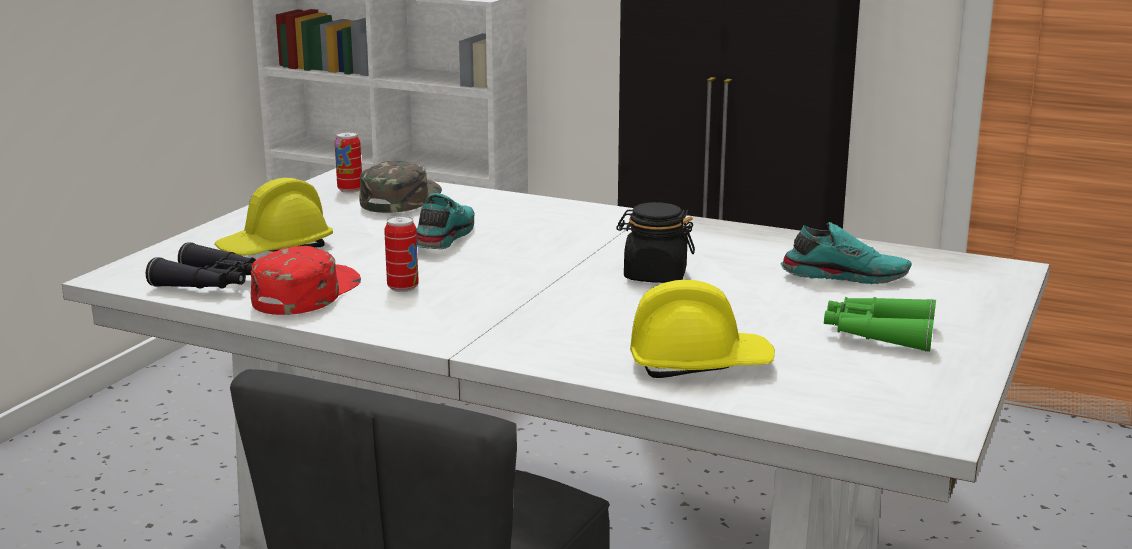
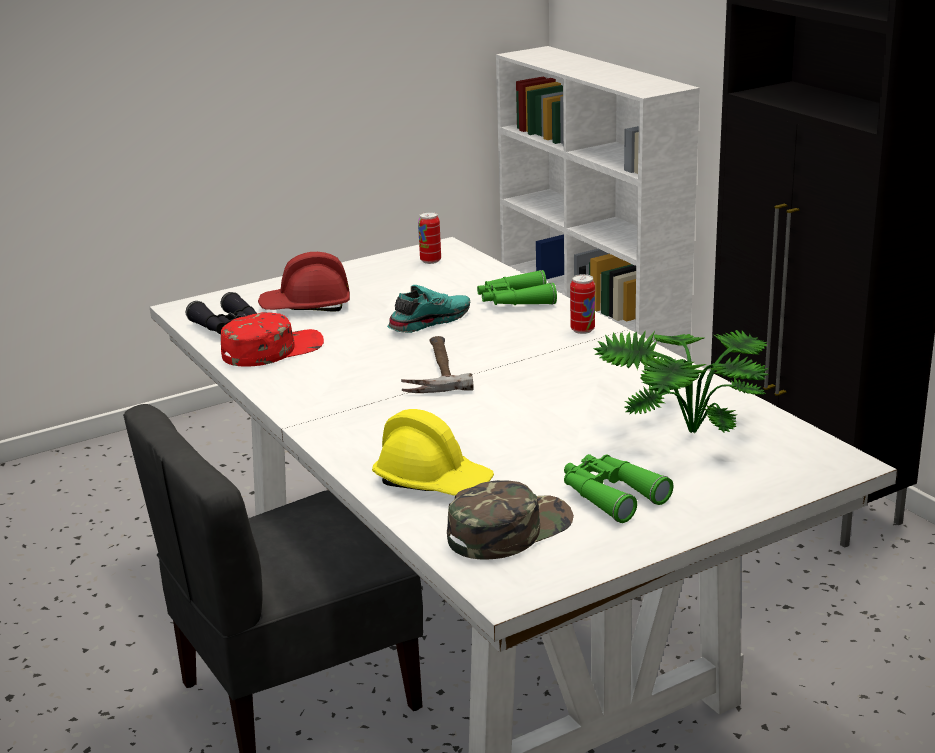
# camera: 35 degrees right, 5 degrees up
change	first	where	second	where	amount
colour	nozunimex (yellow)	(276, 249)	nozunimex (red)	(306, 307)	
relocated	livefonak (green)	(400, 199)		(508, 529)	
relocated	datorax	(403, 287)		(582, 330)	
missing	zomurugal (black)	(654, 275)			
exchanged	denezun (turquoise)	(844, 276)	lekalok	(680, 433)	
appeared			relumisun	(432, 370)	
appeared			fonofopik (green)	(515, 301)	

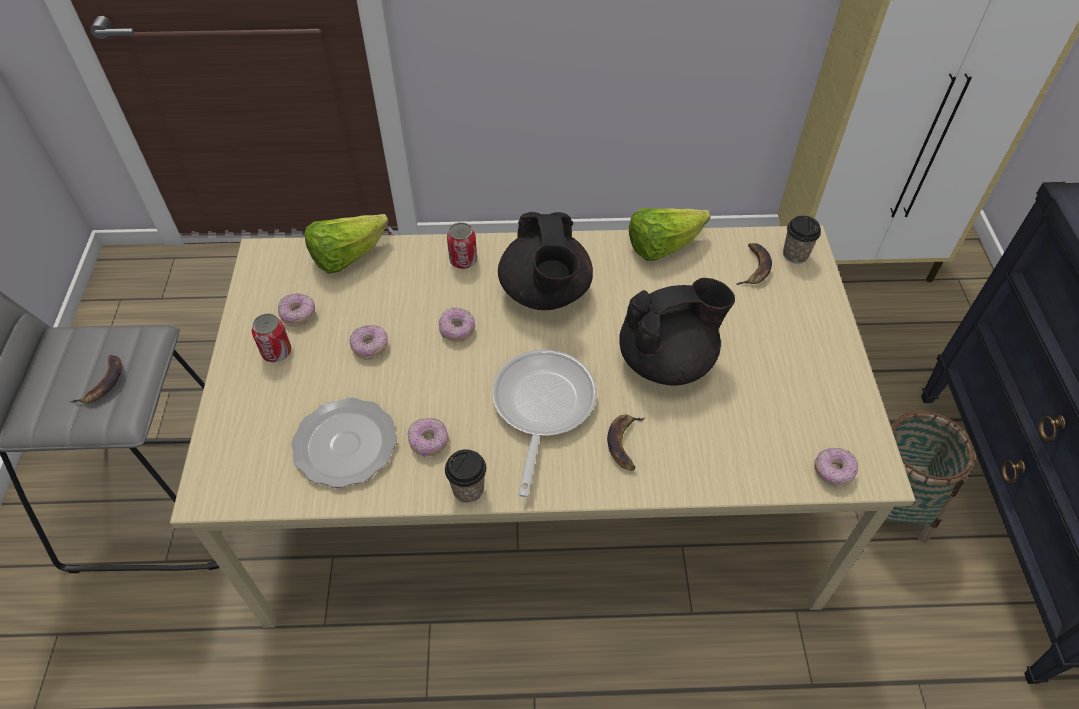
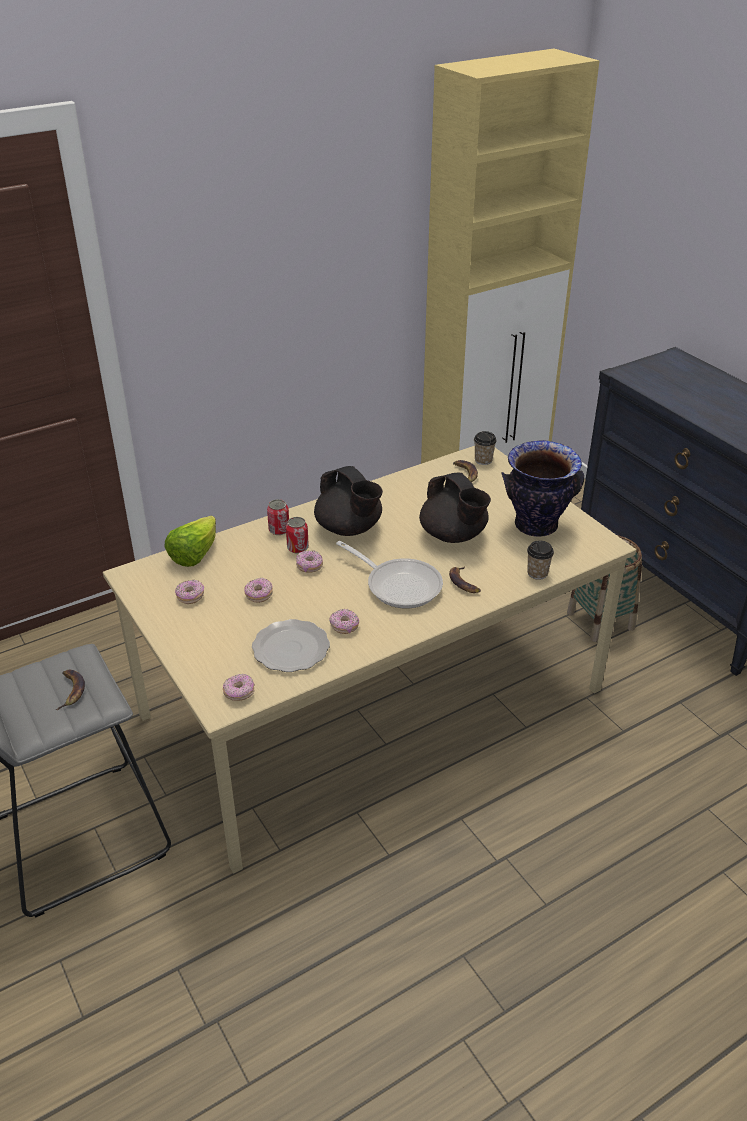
# camera: 30 degrees left, 15 degrees down
change	first	where	second	where	amount
relocated	datorax	(276, 352)		(297, 548)	
relocated	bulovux	(468, 489)		(537, 573)	
spun	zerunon	(541, 408)		(399, 584)	150 degrees clockwise
spun	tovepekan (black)	(667, 360)		(453, 535)	105 degrees clockwise
missing	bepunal	(662, 246)			
relocated	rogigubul	(833, 471)		(239, 693)	
appeared			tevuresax	(536, 526)	

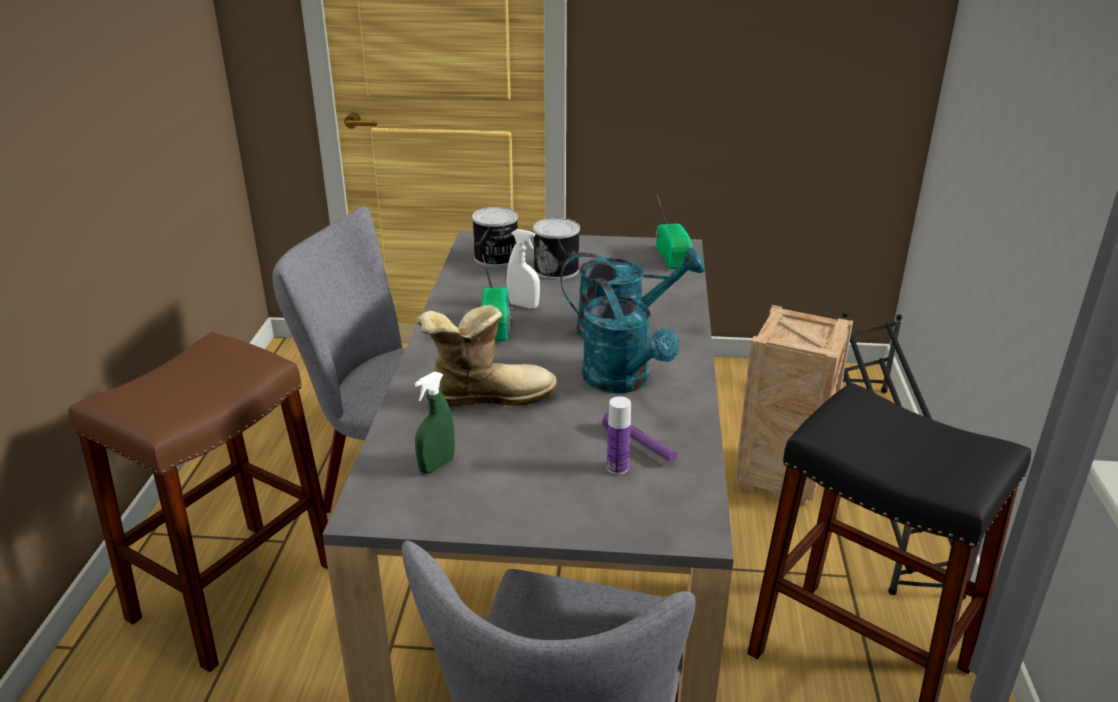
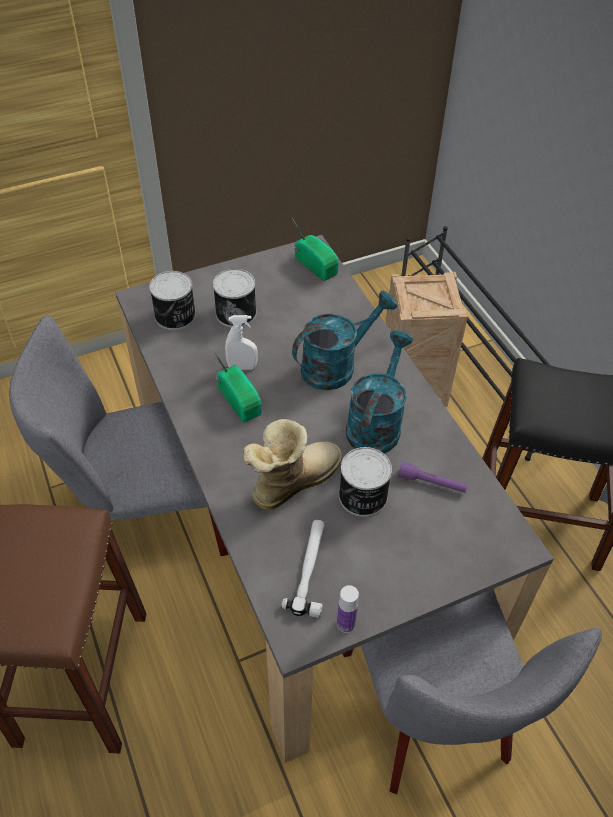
# camera: 30 degrees left, 20 degrees up
change	first	where	second	where	amount
exchanged	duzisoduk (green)	(437, 465)	relumisun	(310, 569)	
spun	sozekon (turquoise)	(623, 381)		(376, 423)	105 degrees counterclockwise
relocated	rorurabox	(617, 467)		(346, 624)	
appeared			datorax	(362, 497)	

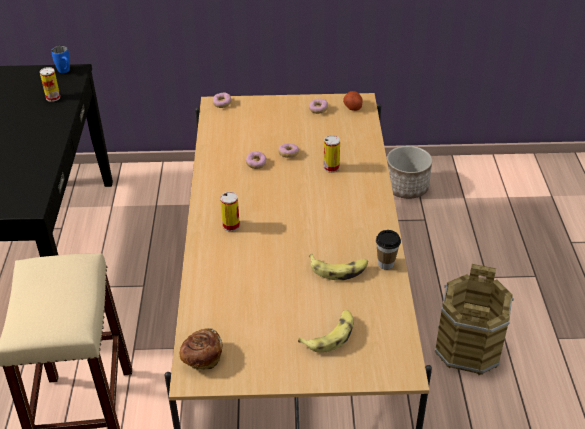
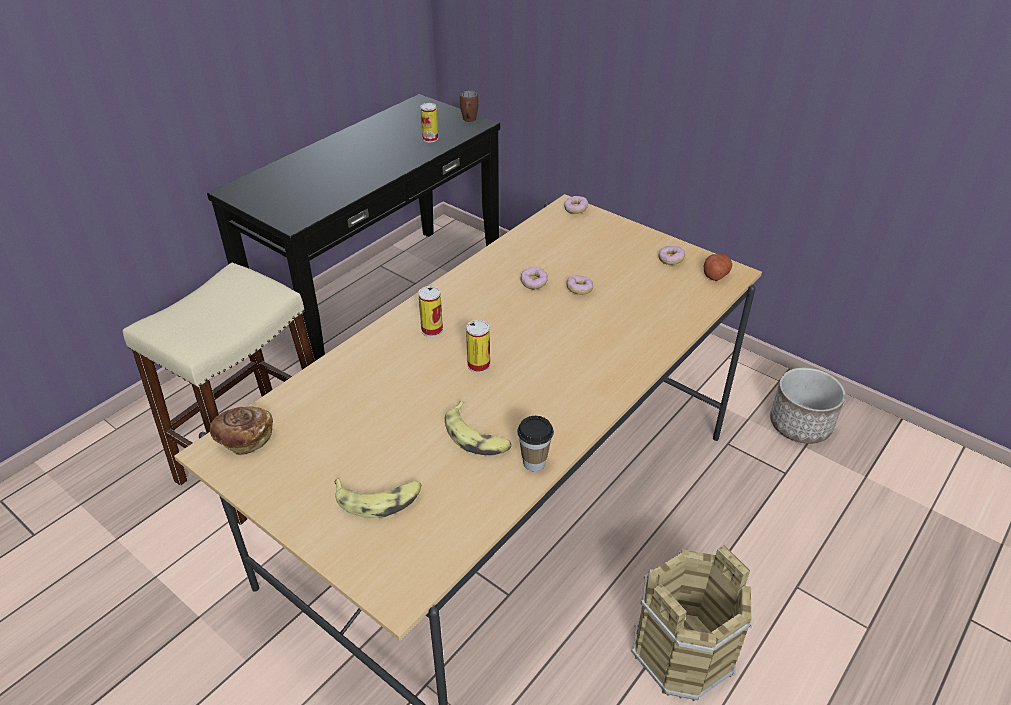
# camera: 40 degrees right, 0 degrees up
change	first	where	second	where	amount
colour	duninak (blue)	(65, 72)	duninak (brown)	(469, 121)	
relocated	datorax	(331, 167)		(478, 365)	

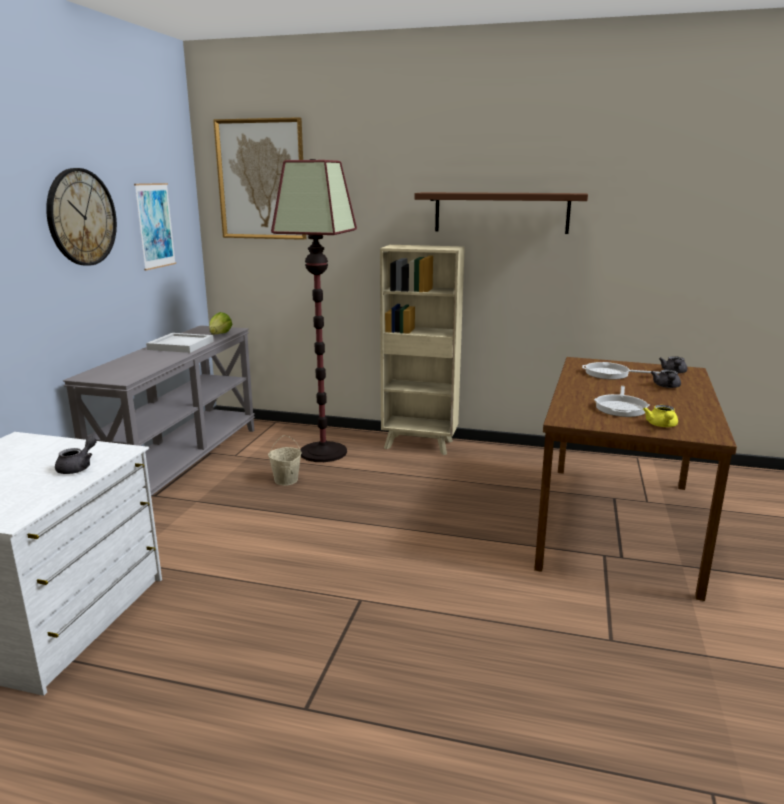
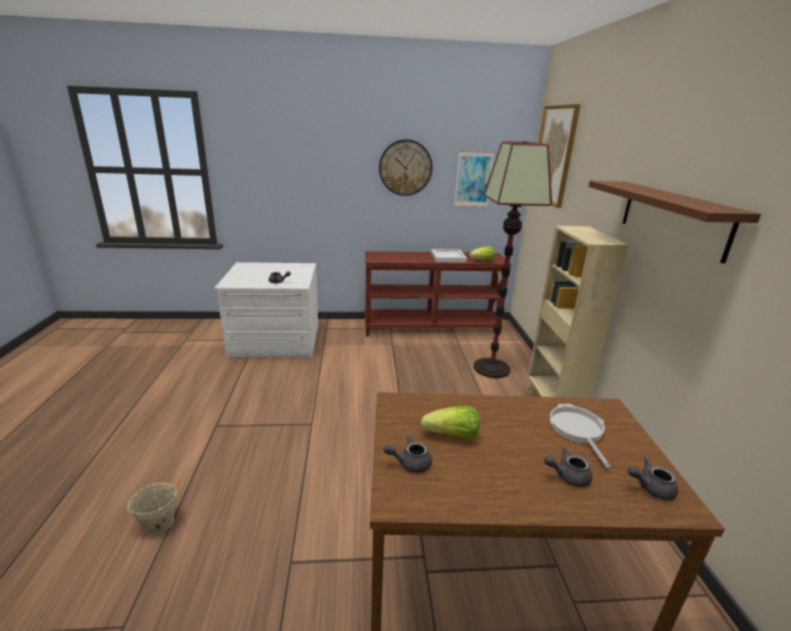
# camera: 70 degrees right, 5 degrees up
change	first	where	second	where	amount
colour	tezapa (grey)	(181, 464)	tezapa (brown)	(431, 327)	
relocated	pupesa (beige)	(286, 480)		(158, 523)	
exchanged	zerunon	(621, 407)	bepunal	(452, 435)	
colour	tovepekan (yellow)	(661, 425)	tovepekan (grey)	(409, 463)	

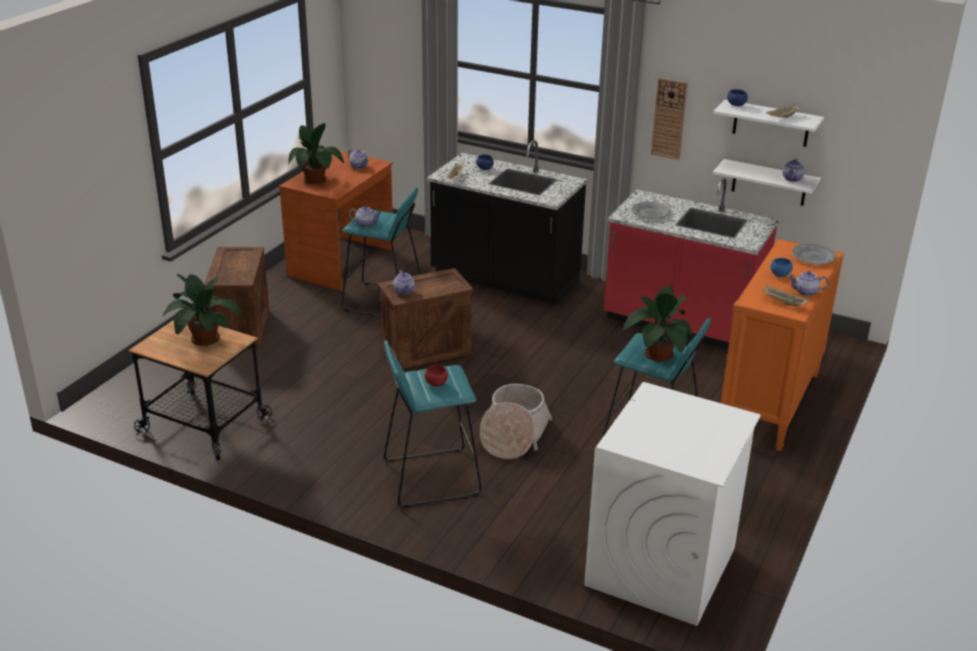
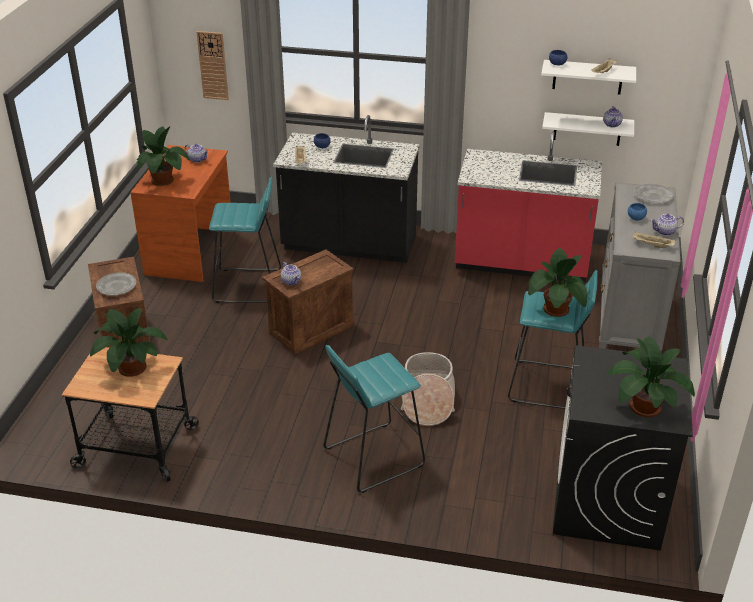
# camera: 15 degrees left, 5 degrees up
change	first	where	second	where	amount
missing	tovepekan	(366, 224)			
missing	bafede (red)	(436, 383)			
colour	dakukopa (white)	(661, 567)	dakukopa (black)	(607, 502)	
relocated	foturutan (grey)	(650, 213)		(116, 286)	
relocated	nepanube	(669, 118)		(213, 65)	
colour	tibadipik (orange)	(770, 404)	tibadipik (grey)	(627, 327)	
appeared			lekalok	(642, 406)	

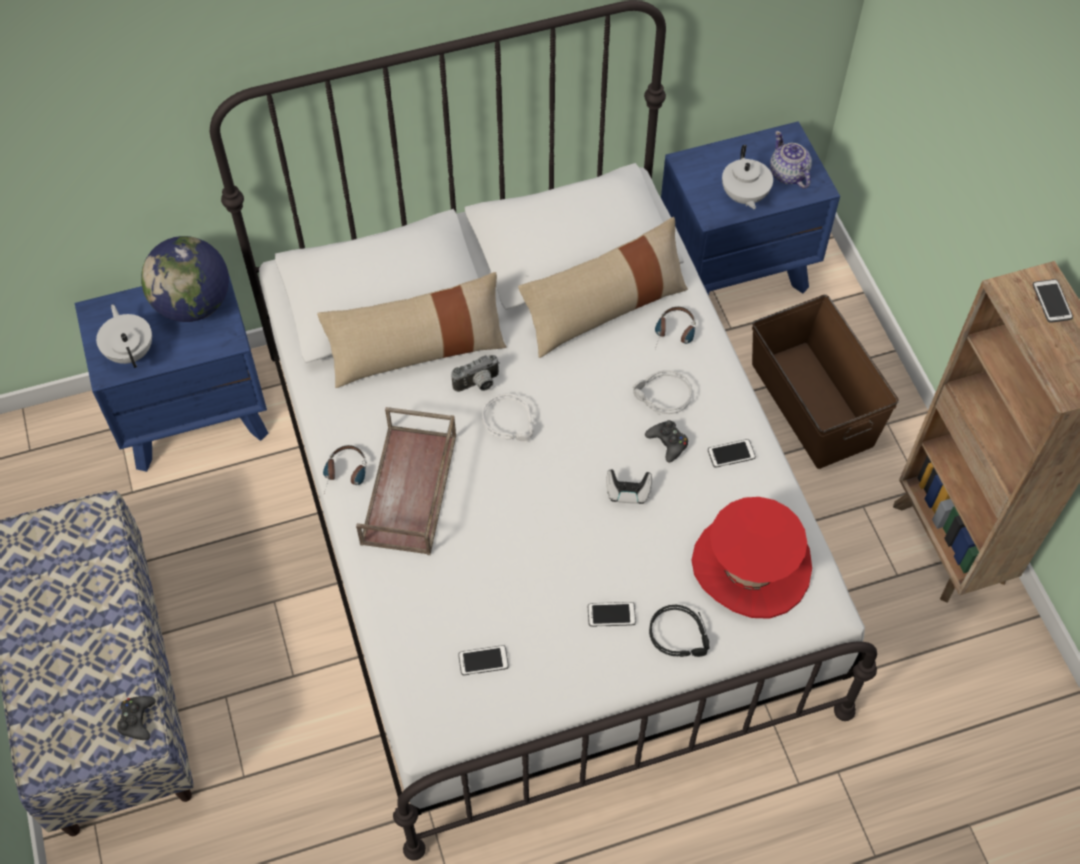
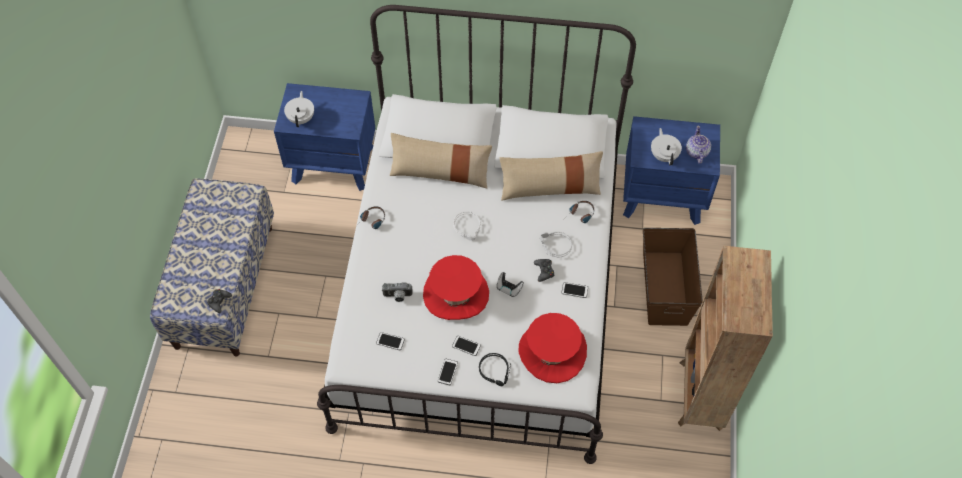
# camera: 25 degrees right, 0 degrees up
change	first	where	second	where	amount
missing	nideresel	(194, 304)			
missing	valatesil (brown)	(410, 490)			
relocated	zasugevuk	(478, 384)		(397, 296)	
spun	tovepekan (white)	(744, 196)		(664, 155)	150 degrees clockwise
relocated	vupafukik	(1052, 301)		(447, 372)	
appeared			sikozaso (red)	(456, 294)	

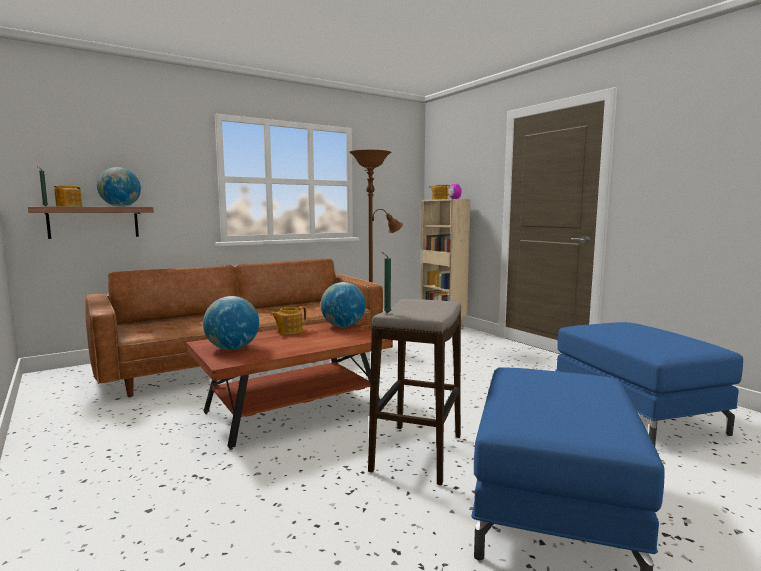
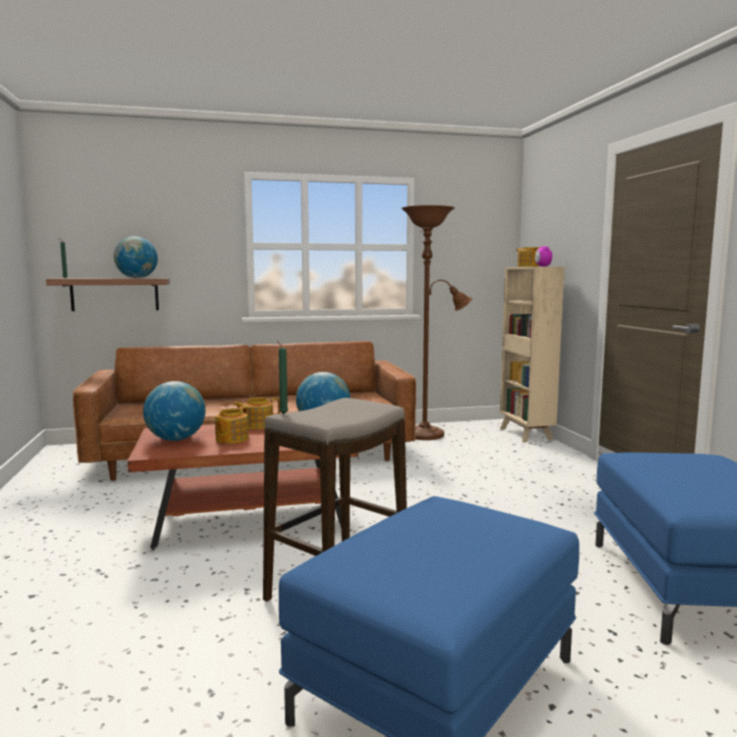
# camera: 20 degrees right, 0 degrees up
change	first	where	second	where	amount
relocated	tovepekan	(68, 206)		(231, 439)	

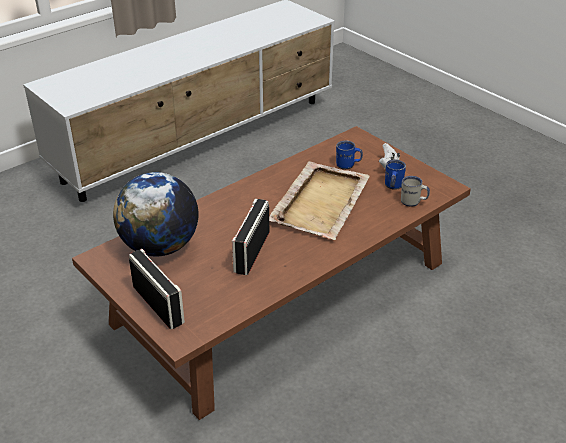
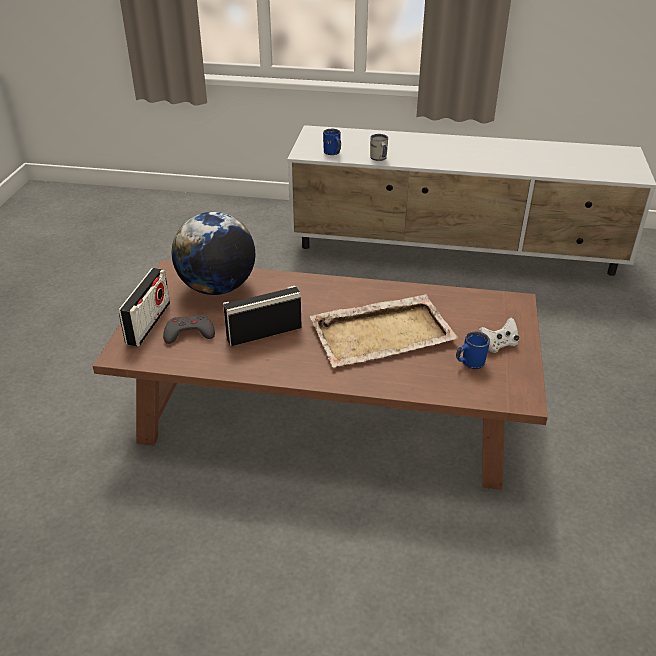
# camera: 50 degrees right, 0 degrees up
change	first	where	second	where	amount
relocated	duninak (blue)	(348, 165)		(333, 153)	
relocated	duninak (white)	(413, 202)		(379, 159)	
appeared			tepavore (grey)	(189, 333)	

